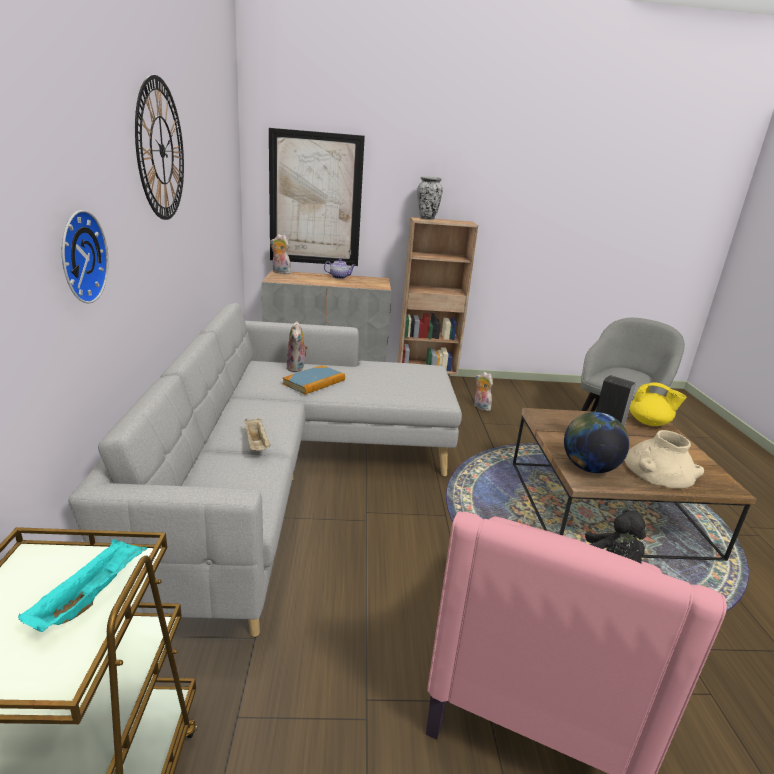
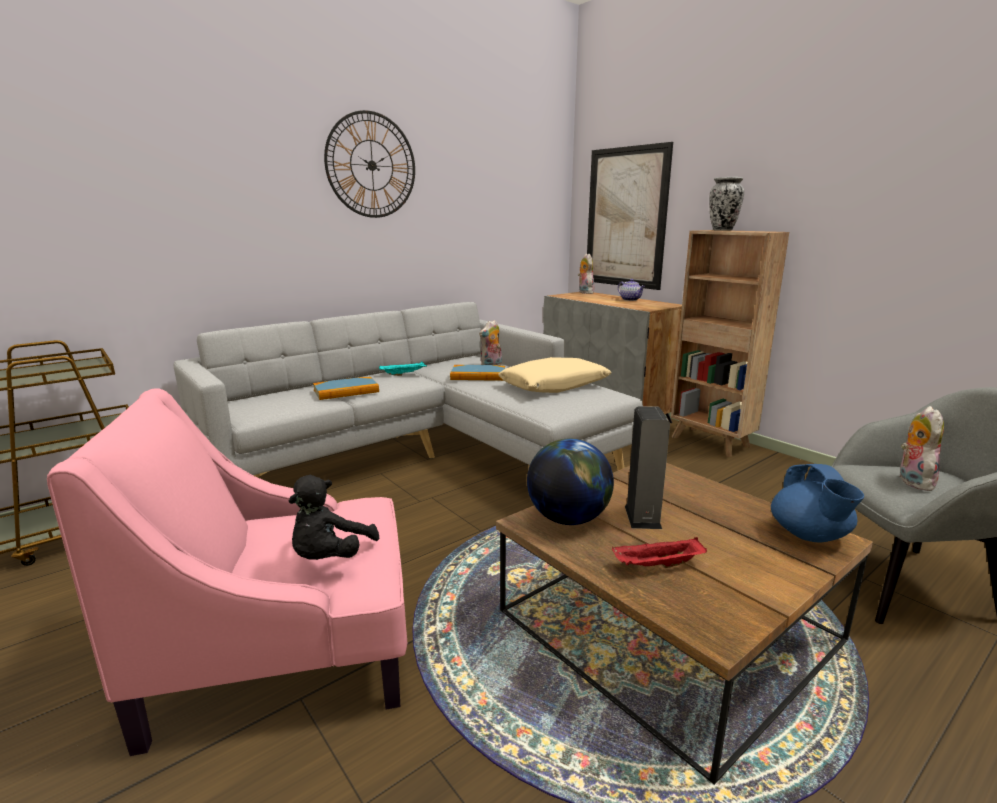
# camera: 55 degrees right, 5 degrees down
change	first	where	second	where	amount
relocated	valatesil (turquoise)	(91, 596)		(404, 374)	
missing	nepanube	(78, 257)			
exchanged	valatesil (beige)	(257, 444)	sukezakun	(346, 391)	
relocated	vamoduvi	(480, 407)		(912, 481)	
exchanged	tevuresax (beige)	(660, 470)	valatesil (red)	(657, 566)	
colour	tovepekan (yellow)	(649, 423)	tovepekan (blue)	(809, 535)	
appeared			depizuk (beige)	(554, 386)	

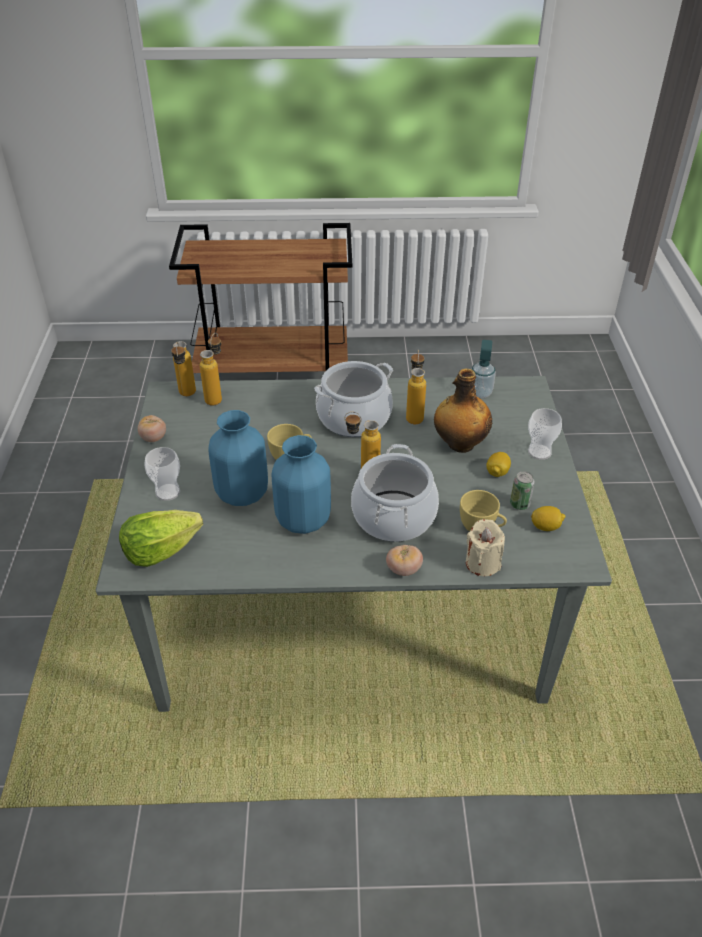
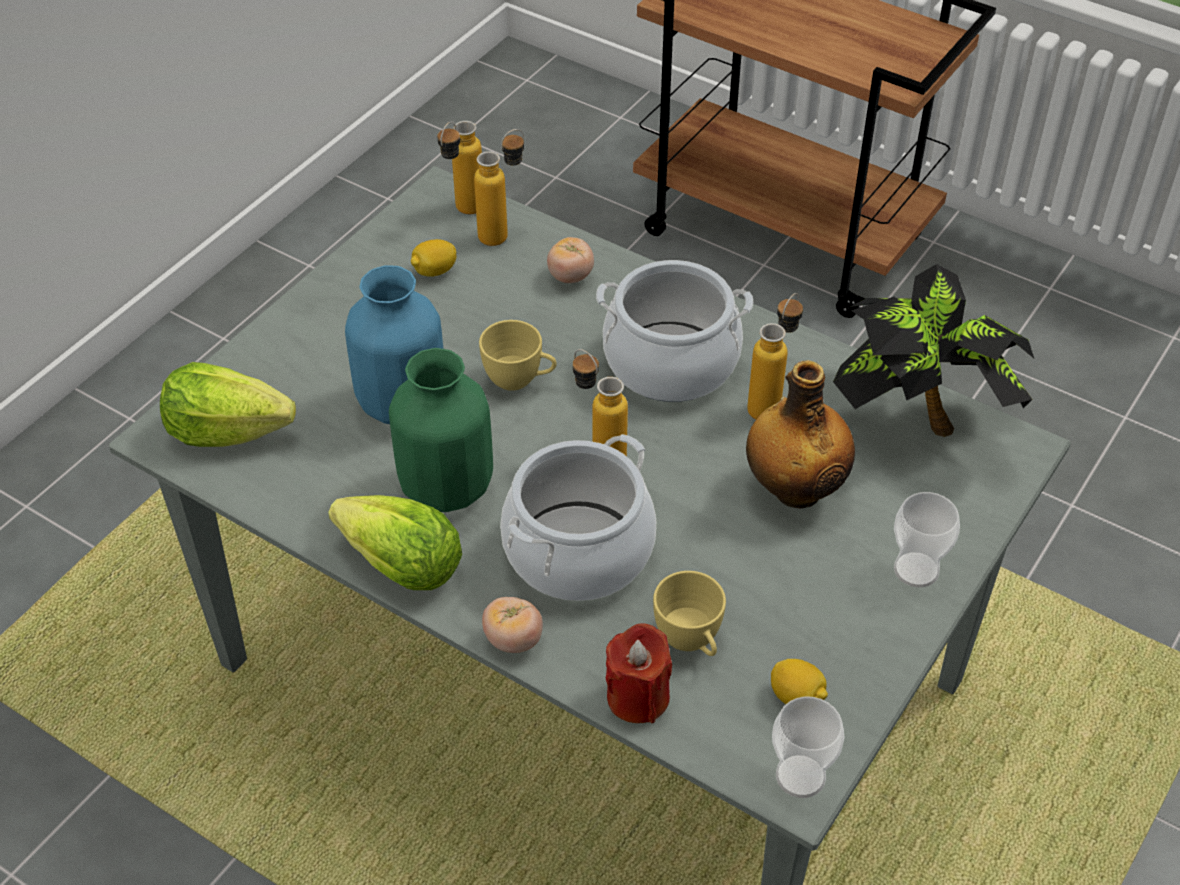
# camera: 35 degrees right, 5 degrees up
change	first	where	second	where	amount
relocated	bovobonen	(153, 438)		(570, 276)	
relocated	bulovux	(167, 492)		(800, 776)	
colour	tevuresax (blue)	(304, 519)	tevuresax (green)	(448, 486)	
colour	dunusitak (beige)	(482, 563)	dunusitak (red)	(638, 697)	
exchanged	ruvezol	(480, 393)	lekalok	(919, 418)	
relocated	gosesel	(497, 472)		(434, 271)	
missing	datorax	(519, 504)			
appeared			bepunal	(402, 567)	

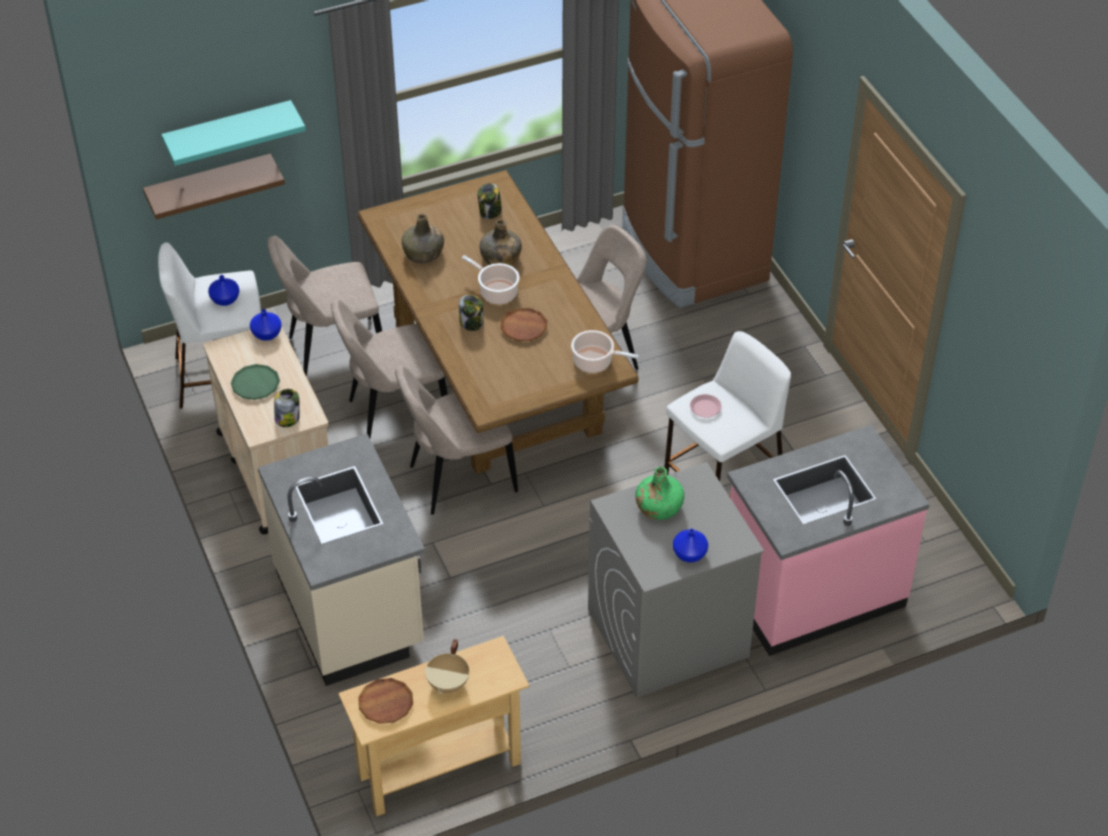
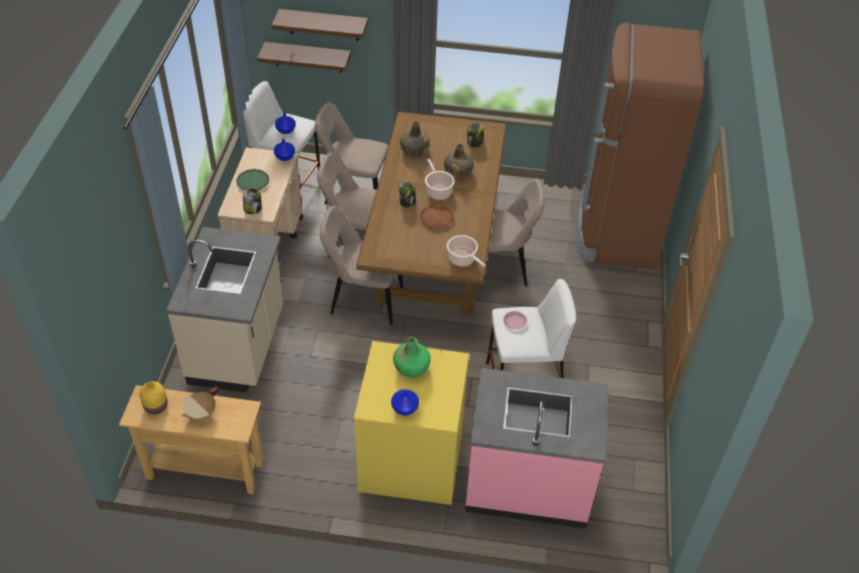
# camera: 30 degrees right, 0 degrees up
change	first	where	second	where	amount
colour	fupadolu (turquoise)	(229, 132)	fupadolu (brown)	(323, 25)	
exchanged	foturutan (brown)	(386, 703)	tevuresax (yellow)	(155, 406)	
colour	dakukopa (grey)	(667, 634)	dakukopa (yellow)	(410, 461)	

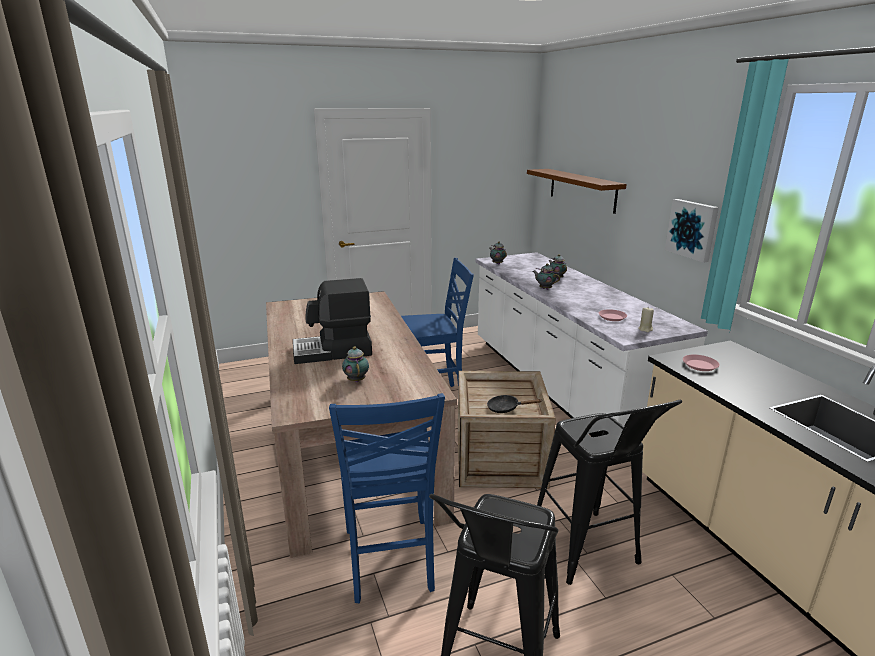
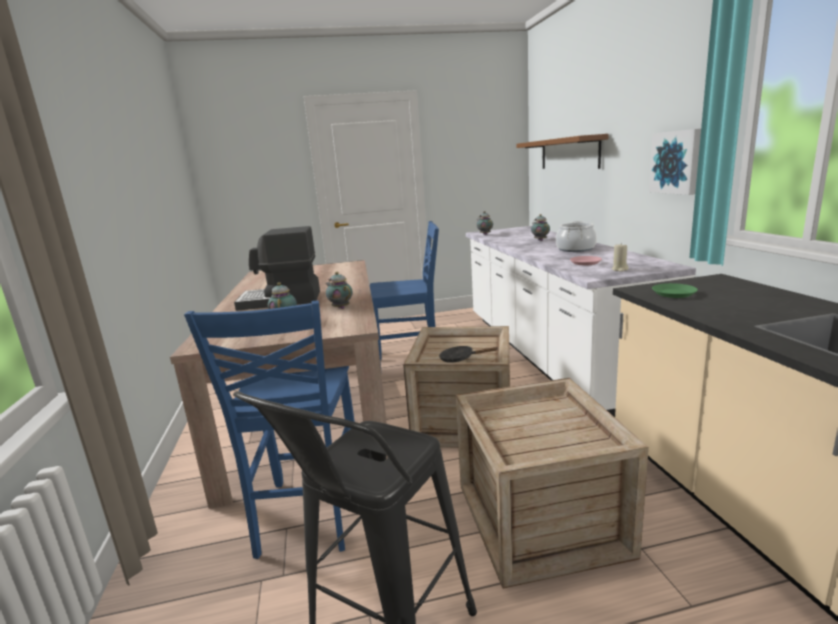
# camera: 10 degrees right, 5 degrees down
change	first	where	second	where	amount
relocated	tovepekan	(544, 289)		(340, 307)	
exchanged	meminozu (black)	(589, 555)	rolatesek	(539, 520)	
colour	foturutan (pink)	(700, 365)	foturutan (green)	(673, 293)	
appeared			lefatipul	(575, 249)	

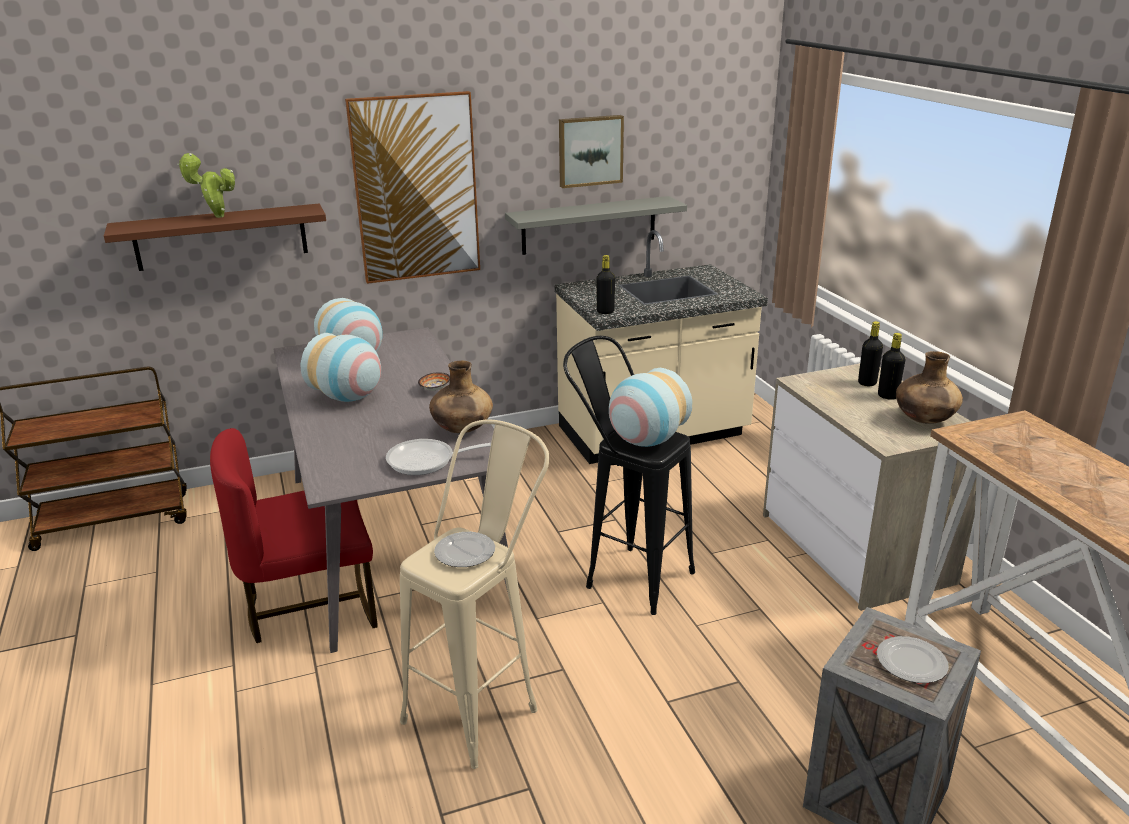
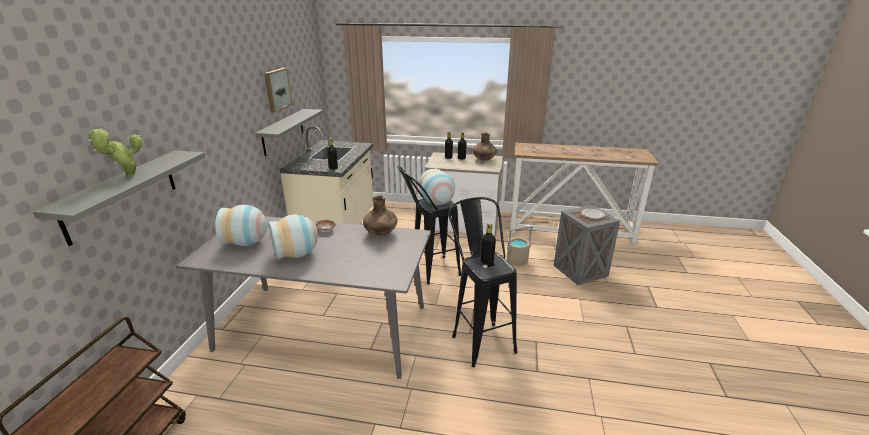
# camera: 60 degrees left, 0 degrees up
change	first	where	second	where	amount
colour	fupadolu (brown)	(221, 237)	fupadolu (grey)	(122, 195)	
missing	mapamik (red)	(311, 606)			
missing	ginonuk	(416, 188)			
missing	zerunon	(427, 461)			
colour	meminozu (beige)	(483, 704)	meminozu (black)	(479, 338)	
exchanged	foturutan	(465, 552)	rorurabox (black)	(487, 261)	
appeared			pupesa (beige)	(517, 261)	

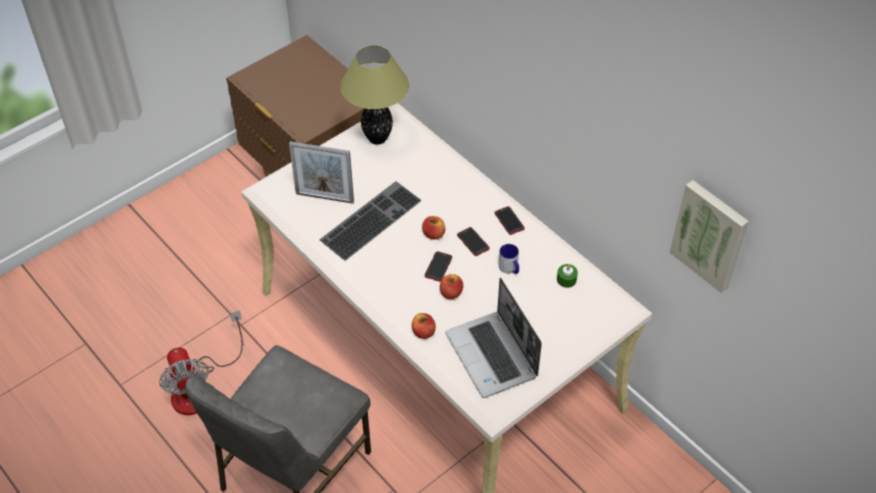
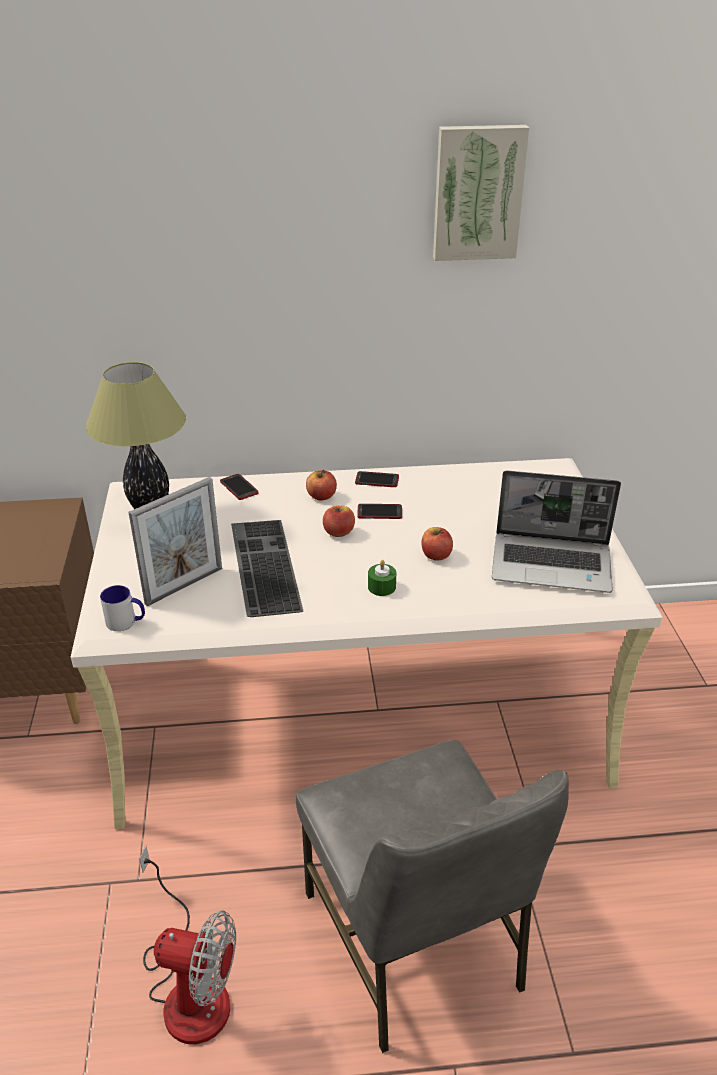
# camera: 55 degrees left, 15 degrees down
change	first	where	second	where	amount
relocated	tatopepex	(423, 332)		(321, 496)	
relocated	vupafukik	(438, 267)		(239, 487)	
relocated	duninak	(510, 268)		(126, 622)	
relocated	dunusitak (green)	(566, 279)		(381, 587)	
relocated	ginonuk	(710, 234)		(477, 193)	

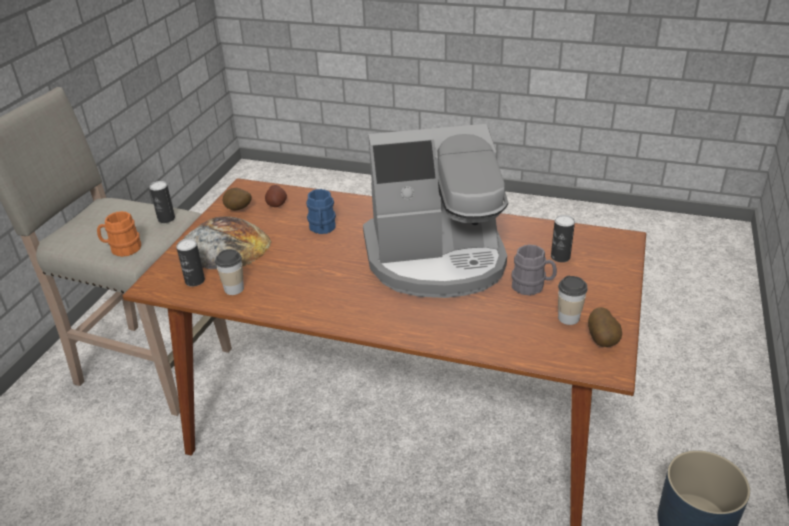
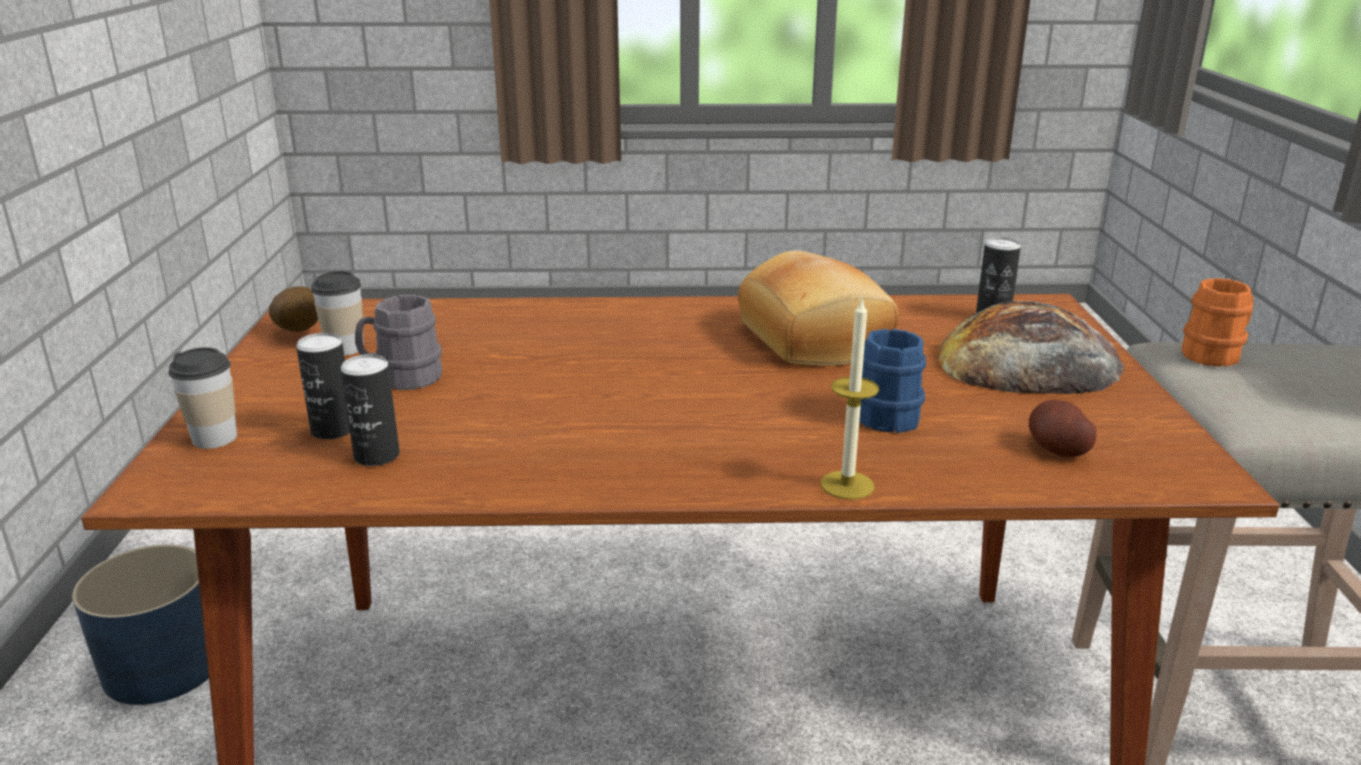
# camera: 160 degrees right, 10 degrees down
change	first	where	second	where	amount
relocated	datorax	(166, 219)		(377, 456)	
relocated	bulovux	(234, 289)		(214, 438)	
missing	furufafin	(238, 210)			
missing	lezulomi	(436, 259)			
appeared			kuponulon	(817, 338)	
appeared			dunusitak	(847, 485)	

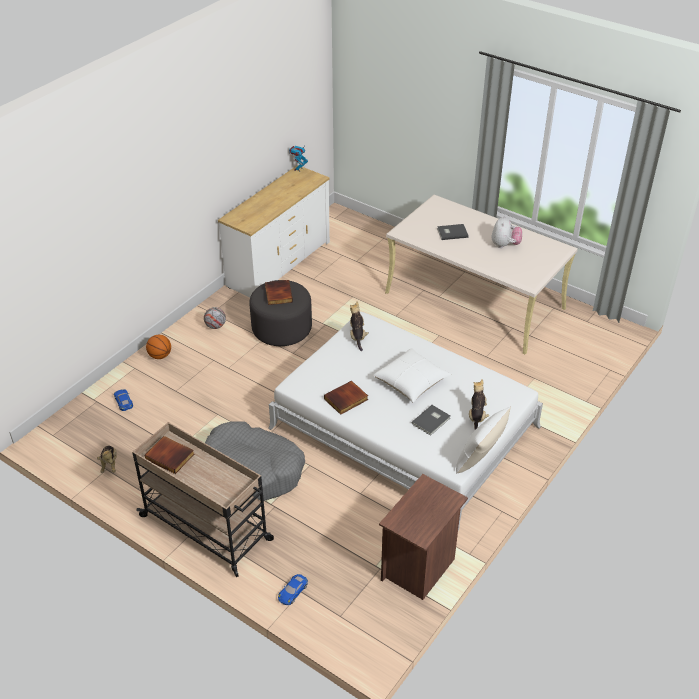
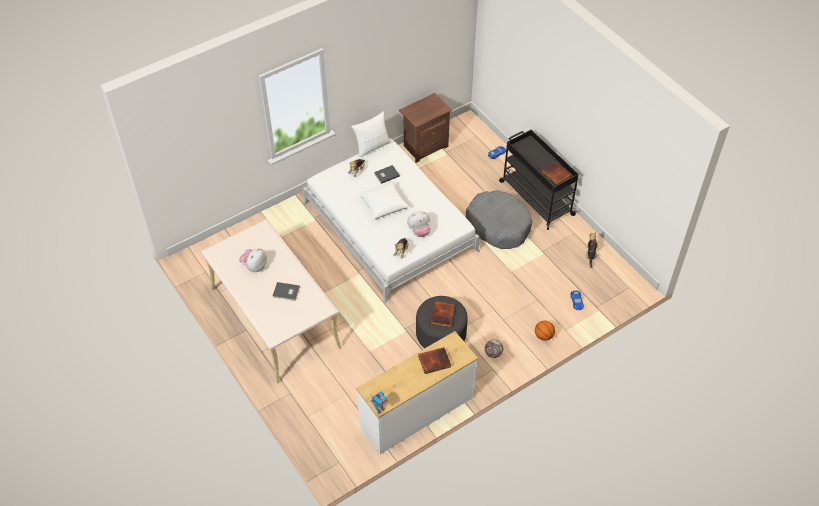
# camera: 160 degrees left, 10 degrees up
change	first	where	second	where	amount
colour	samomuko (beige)	(207, 529)	samomuko (black)	(535, 197)	
relocated	sukezakun	(346, 400)		(434, 361)	
appeared			vamoduvi	(419, 231)	

